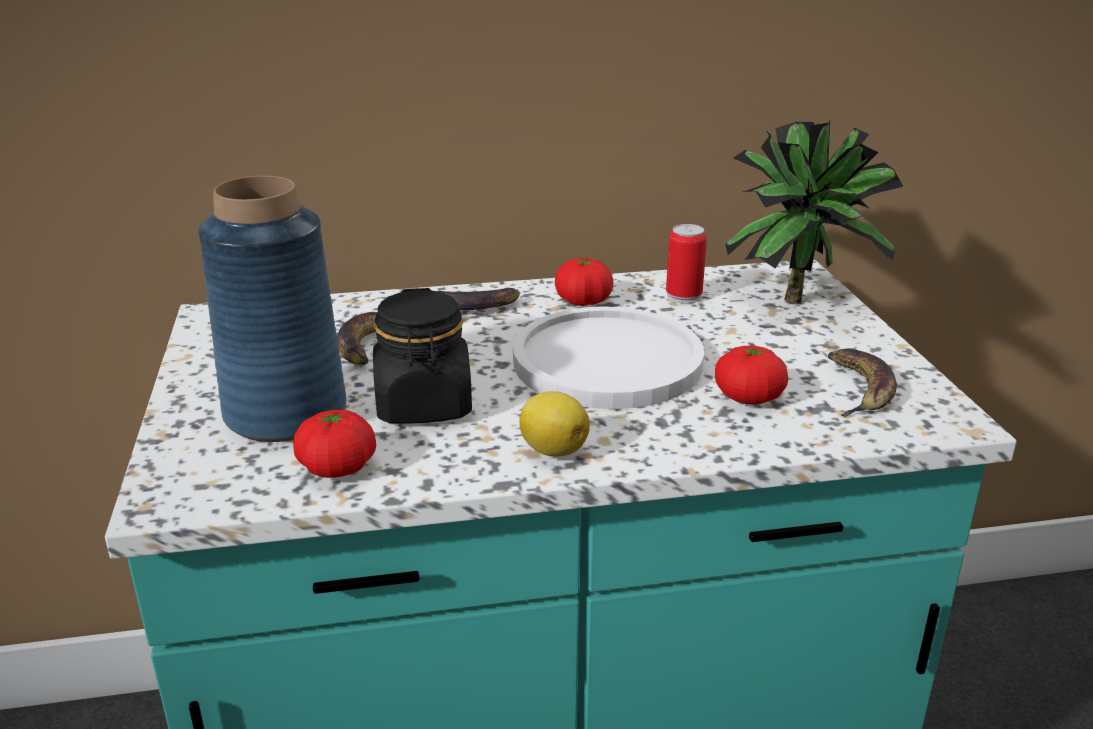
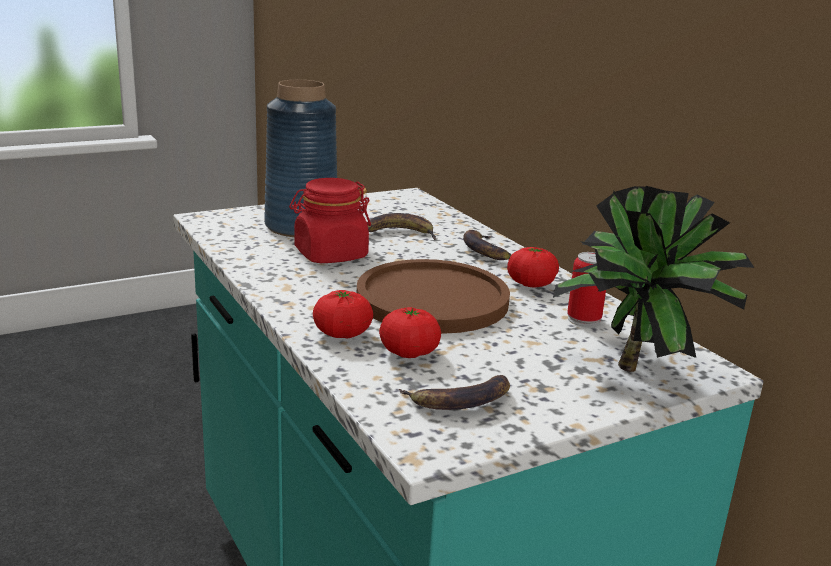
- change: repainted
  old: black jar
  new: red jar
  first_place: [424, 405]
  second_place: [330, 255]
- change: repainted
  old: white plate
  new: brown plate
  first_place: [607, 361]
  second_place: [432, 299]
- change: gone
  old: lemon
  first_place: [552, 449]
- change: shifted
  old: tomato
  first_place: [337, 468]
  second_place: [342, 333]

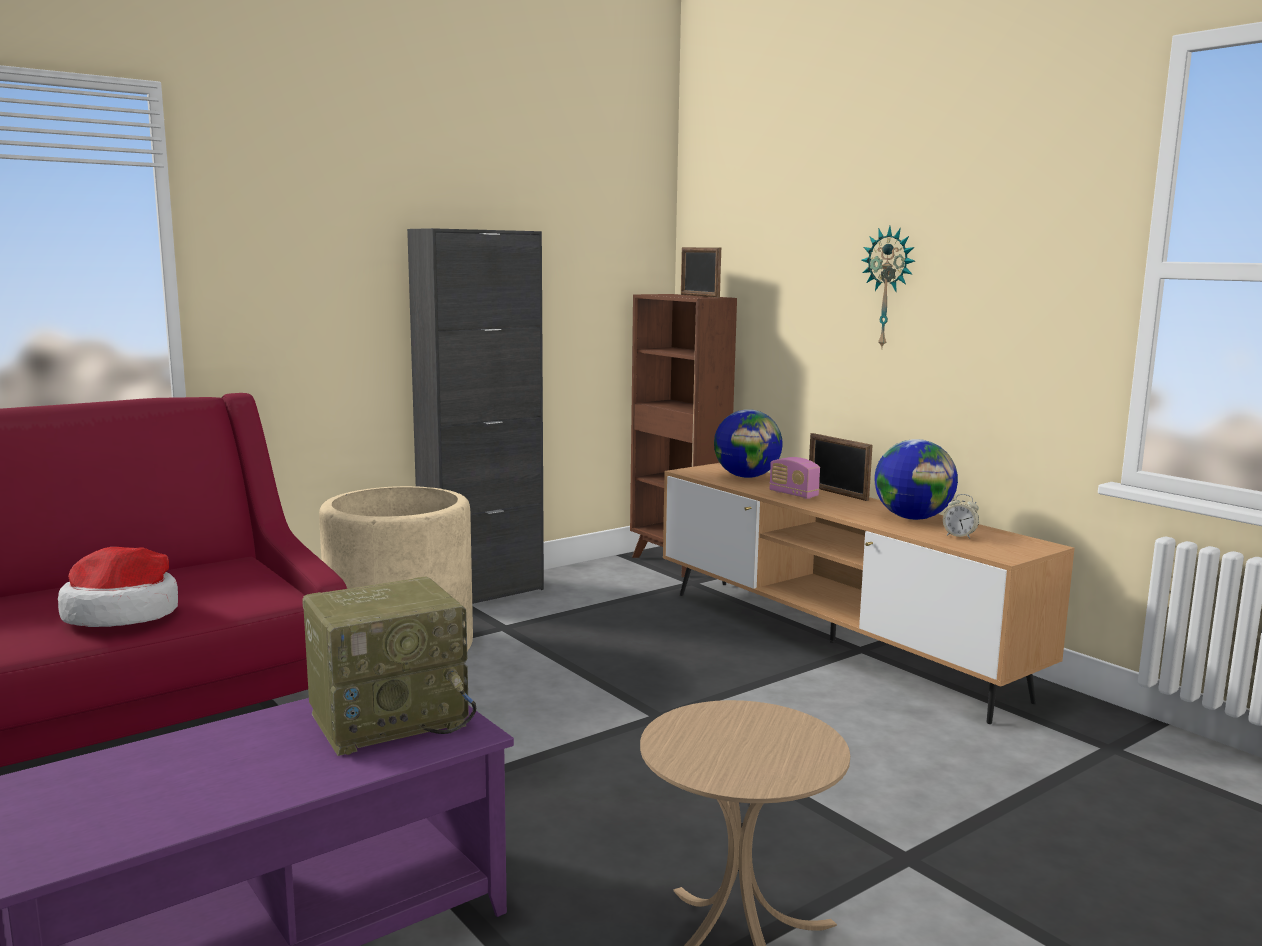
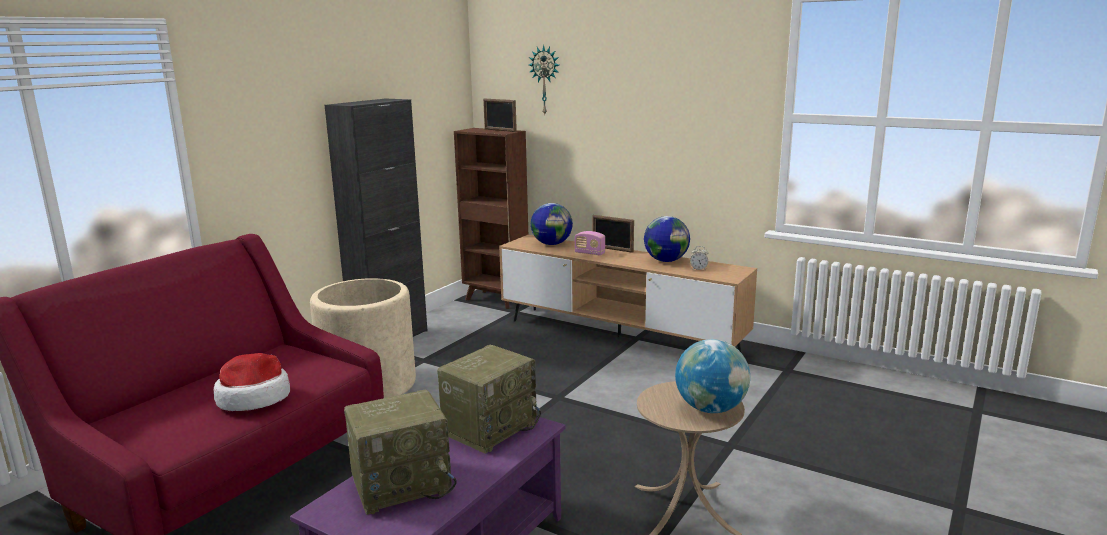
- change: shifted
  old: wall clock
  first_place: [889, 288]
  second_place: [545, 80]
- change: new
  new: globe
  second_place: [711, 409]
- change: new
  new: radio
  second_place: [402, 484]

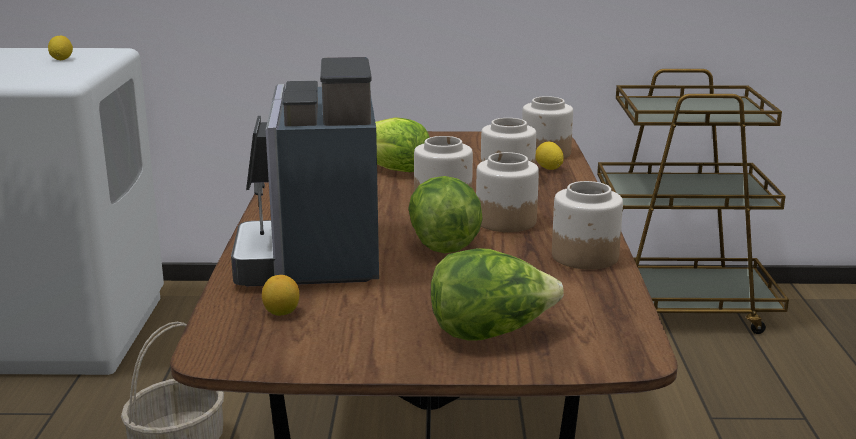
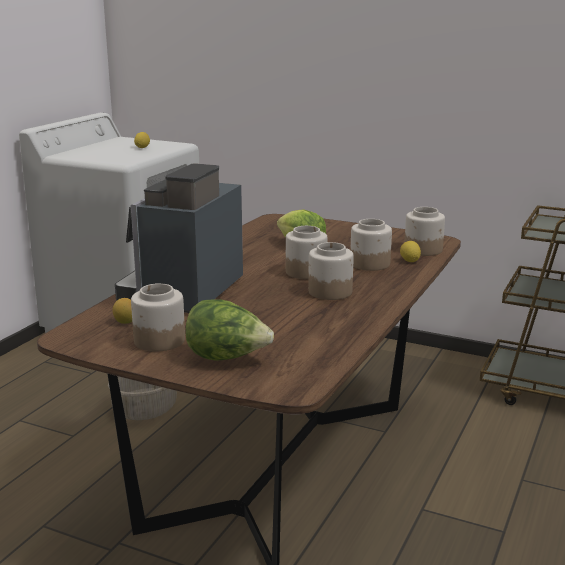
- change: gone
  old: lettuce
  first_place: [443, 243]
- change: shifted
  old: jar
  first_place: [584, 256]
  second_place: [159, 340]

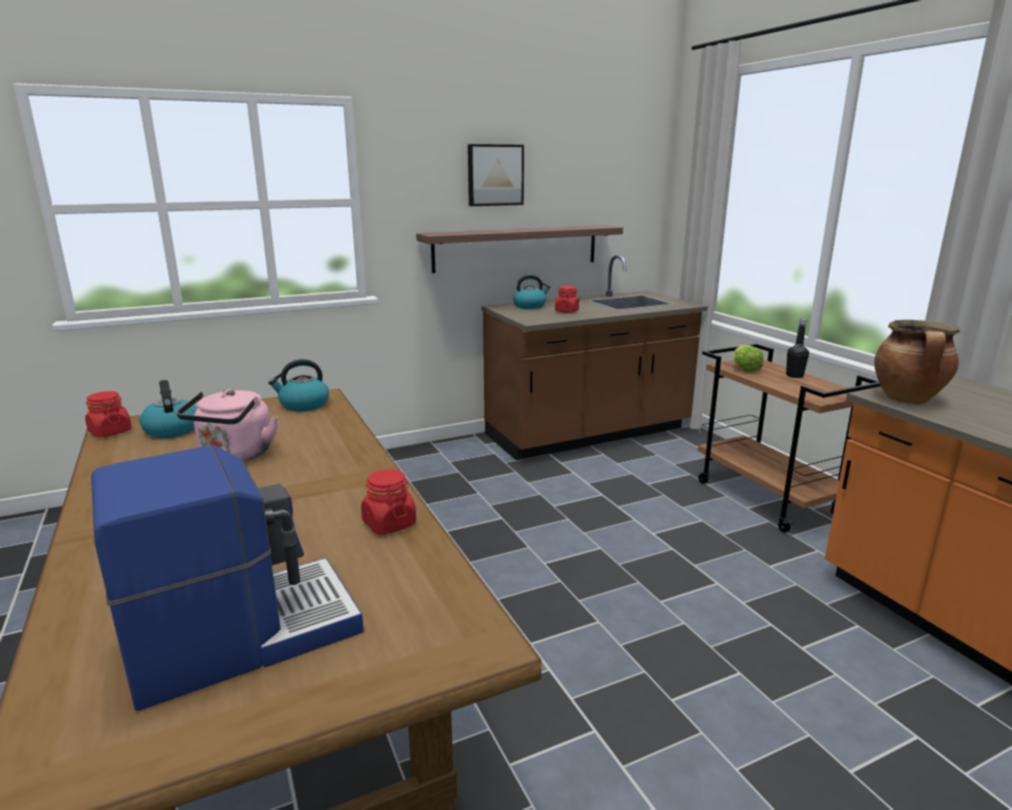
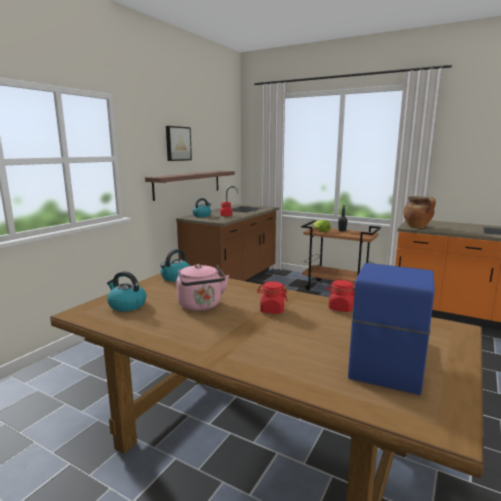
- change: shifted
  old: red jar
  first_place: [110, 432]
  second_place: [272, 310]

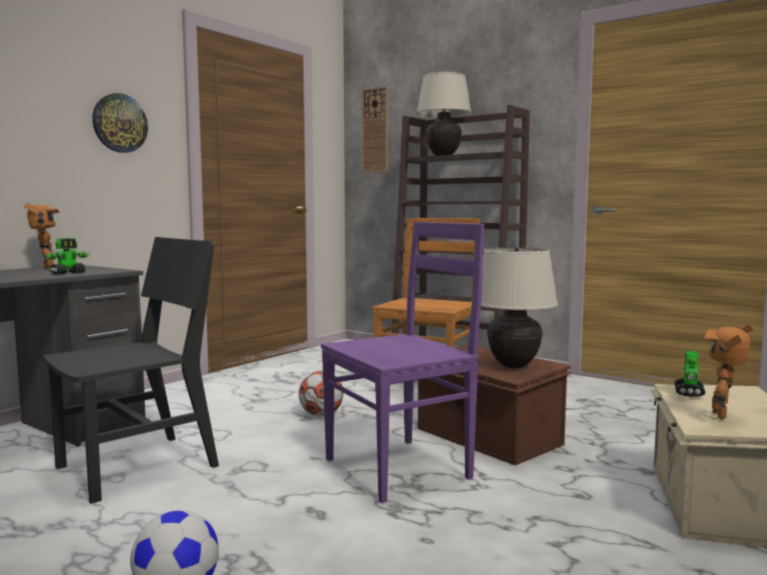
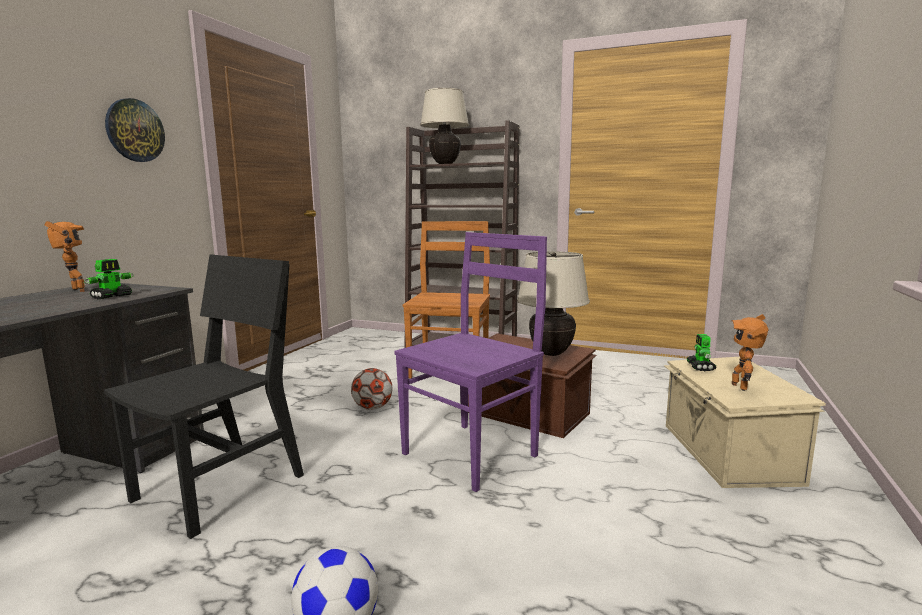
- change: gone
  old: wall clock
  first_place: [375, 130]

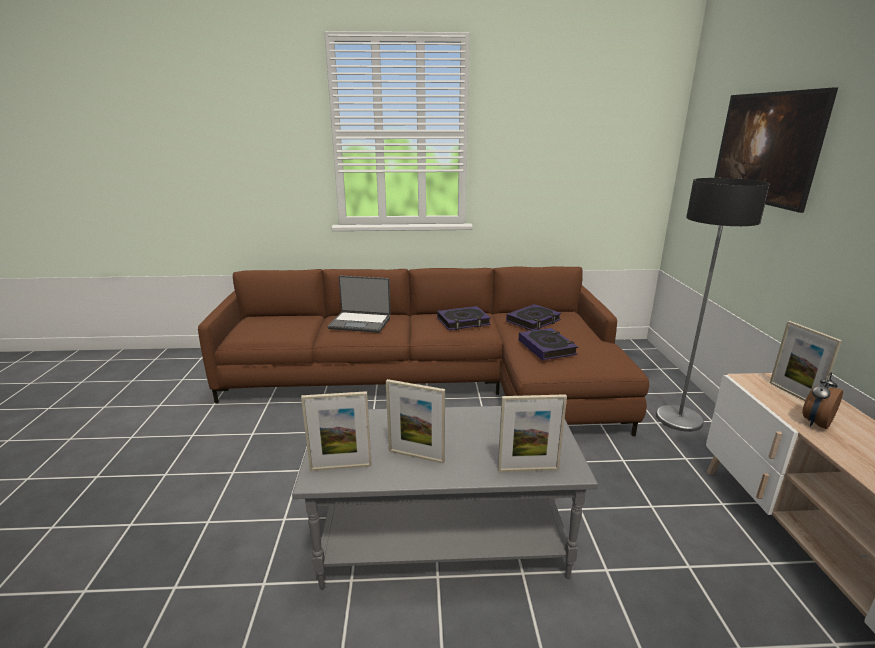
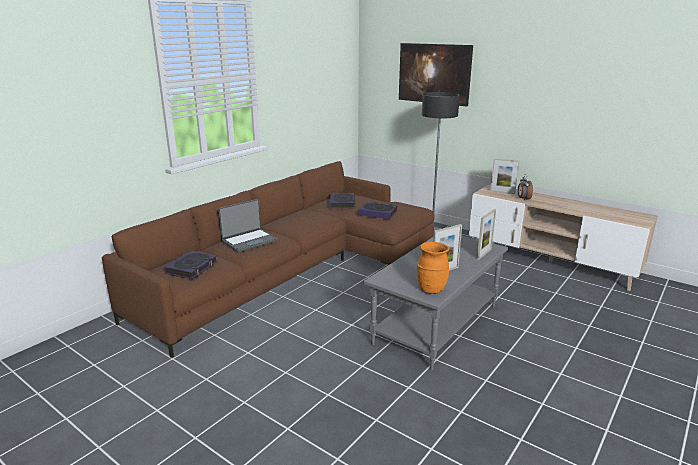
- change: shifted
  old: book
  first_place: [463, 322]
  second_place: [192, 268]
- change: swapped
  old: picture frame
  new: orange vase
  first_place: [341, 467]
  second_place: [431, 289]

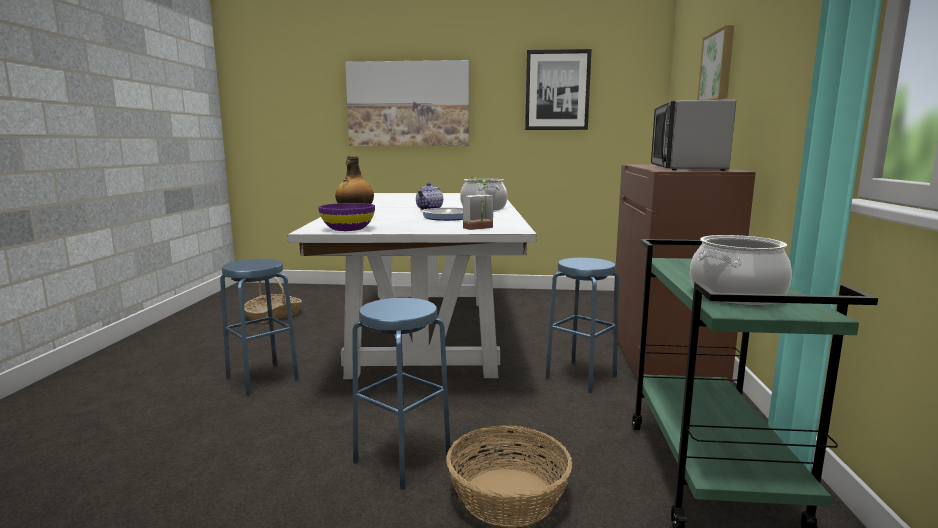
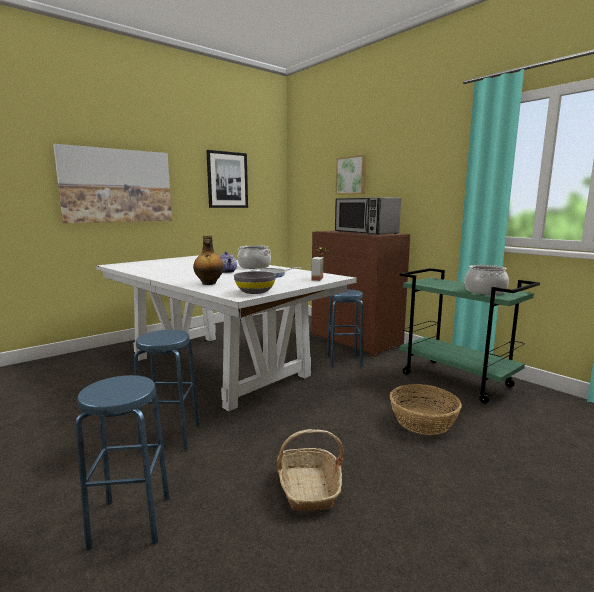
- change: repainted
  old: purple bowl
  new: grey bowl
  first_place: [347, 229]
  second_place: [255, 291]
- change: shifted
  old: basket
  first_place: [273, 315]
  second_place: [308, 488]
- change: shifted
  old: blue stool
  first_place: [402, 459]
  second_place: [130, 521]

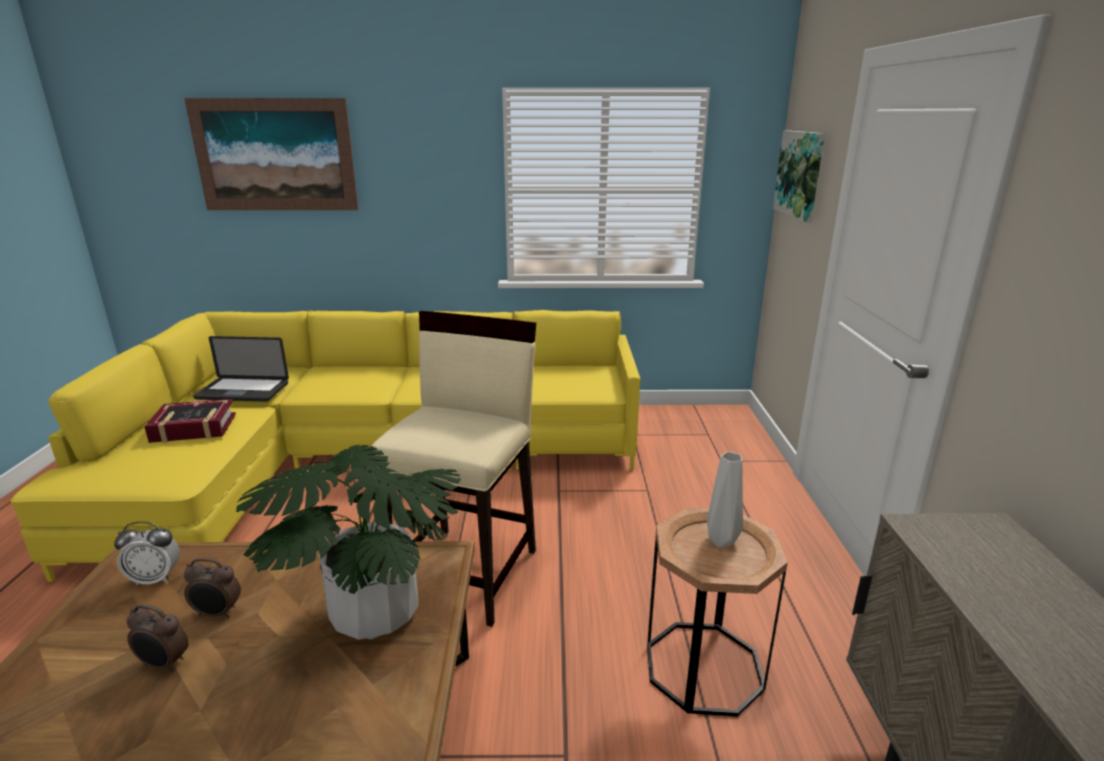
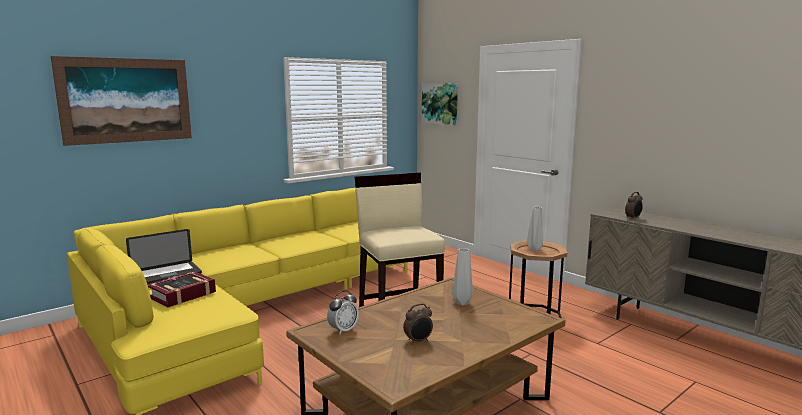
- change: swapped
  old: potted plant
  new: grey vase
  first_place: [376, 613]
  second_place: [463, 303]
- change: shifted
  old: alarm clock
  first_place: [218, 613]
  second_place: [633, 218]

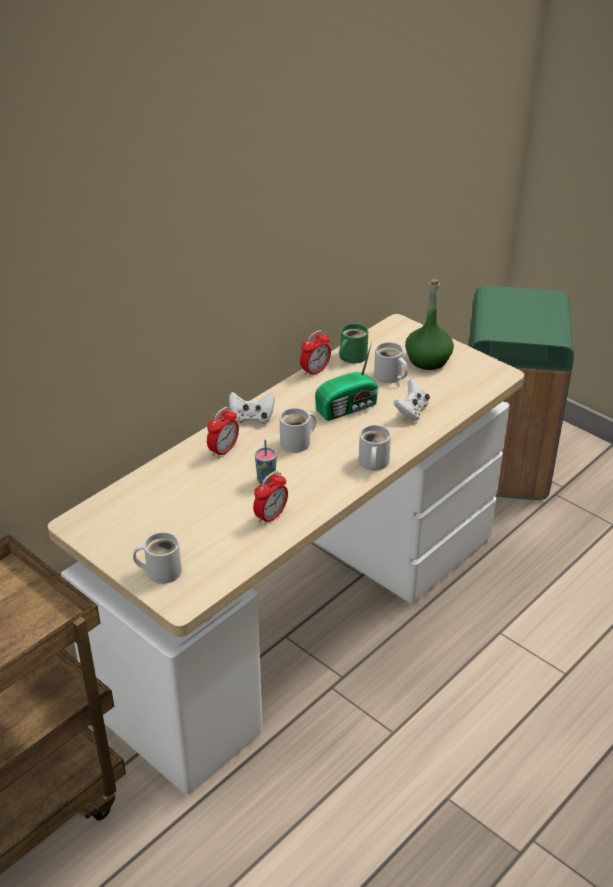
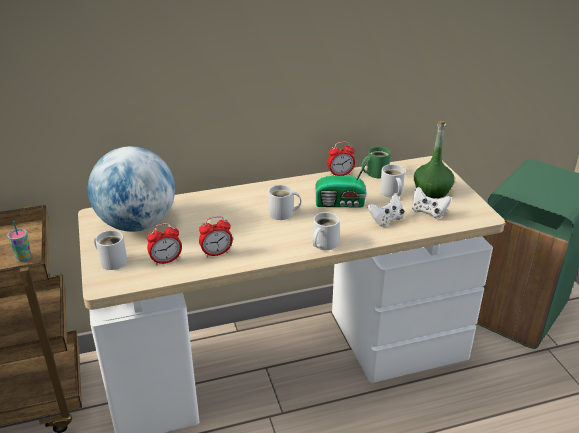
- change: shifted
  old: white game controller
  first_place: [251, 418]
  second_place: [428, 212]
- change: shifted
  old: alarm clock
  first_place: [223, 450]
  second_place: [166, 261]
- change: shifted
  old: cup
  first_place: [266, 481]
  second_place: [23, 257]
- change: new
  new: globe
  second_place: [137, 224]

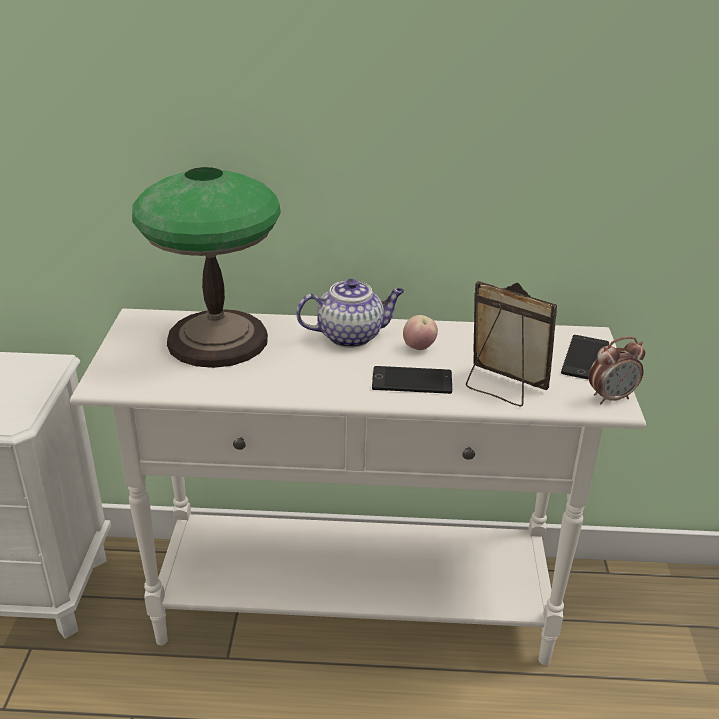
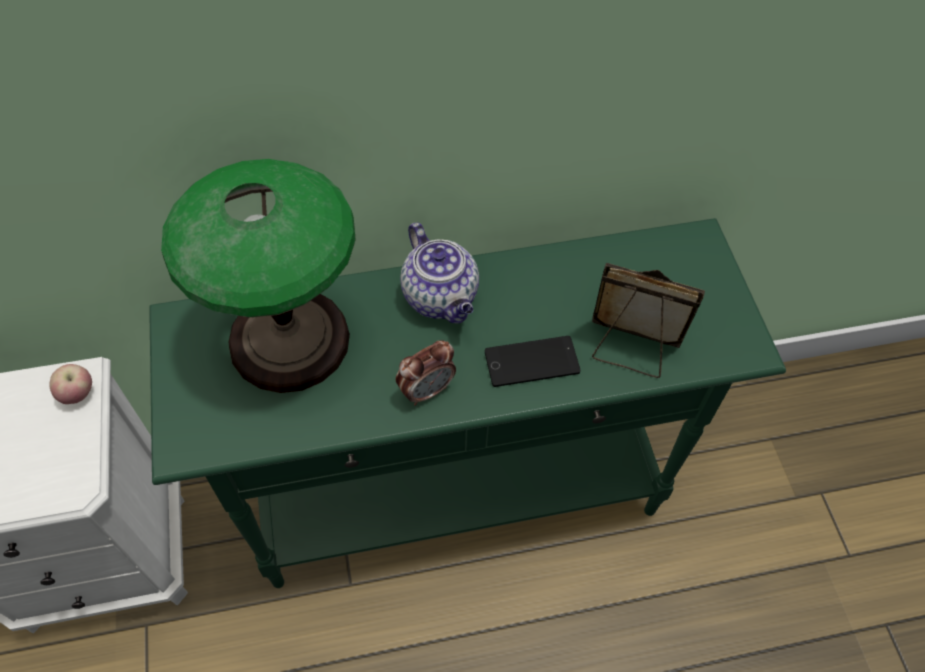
- change: rotated
  old: teapot
  first_place: [351, 336]
  second_place: [441, 298]
  degrees: 90
- change: repainted
  old: white console table
  new: green console table
  first_place: [356, 606]
  second_place: [459, 493]
- change: shifted
  old: apple
  first_place: [419, 348]
  second_place: [78, 394]
- change: gone
  old: phone
  first_place: [585, 358]
- change: shifted
  old: alarm clock
  first_place: [611, 398]
  second_place: [427, 390]

